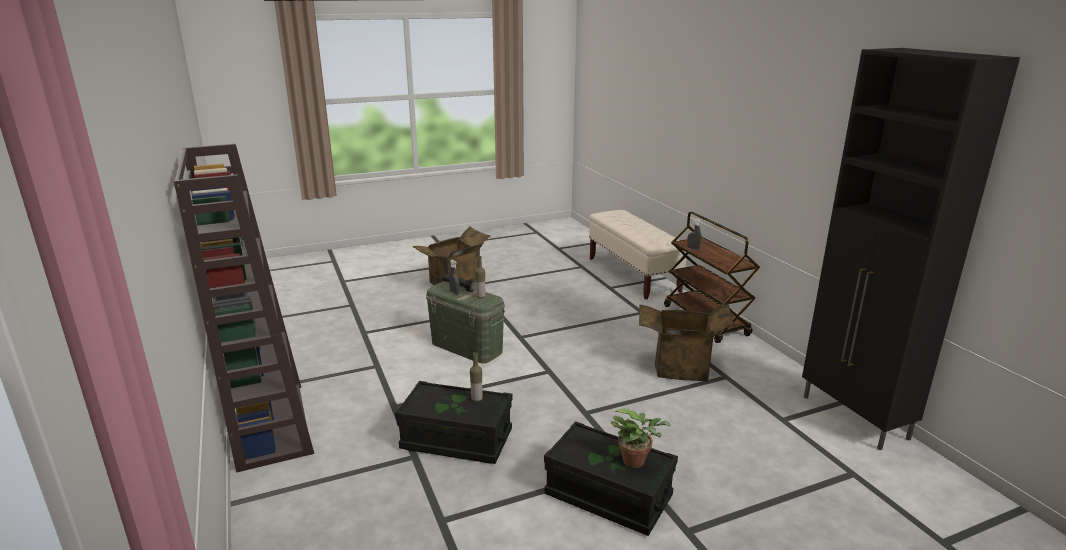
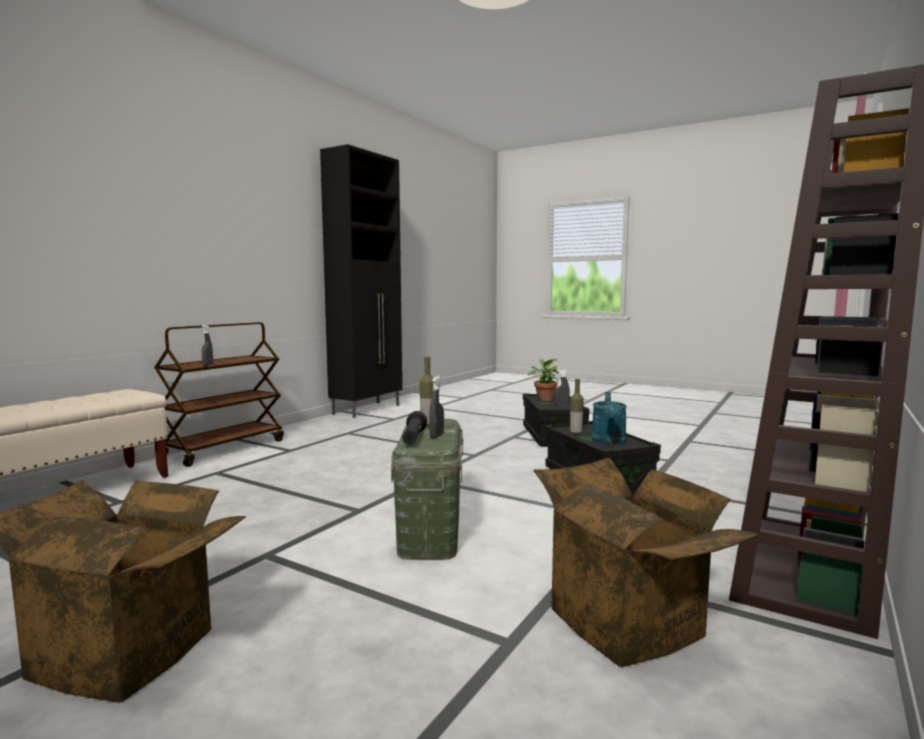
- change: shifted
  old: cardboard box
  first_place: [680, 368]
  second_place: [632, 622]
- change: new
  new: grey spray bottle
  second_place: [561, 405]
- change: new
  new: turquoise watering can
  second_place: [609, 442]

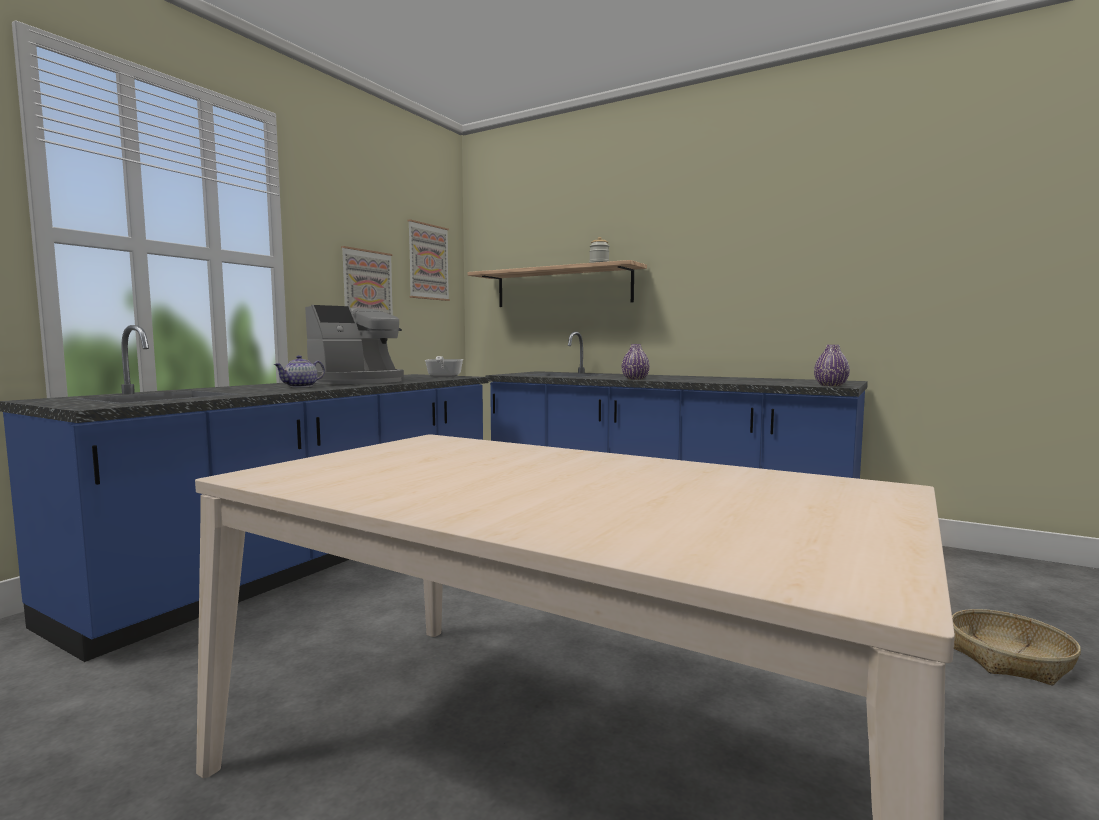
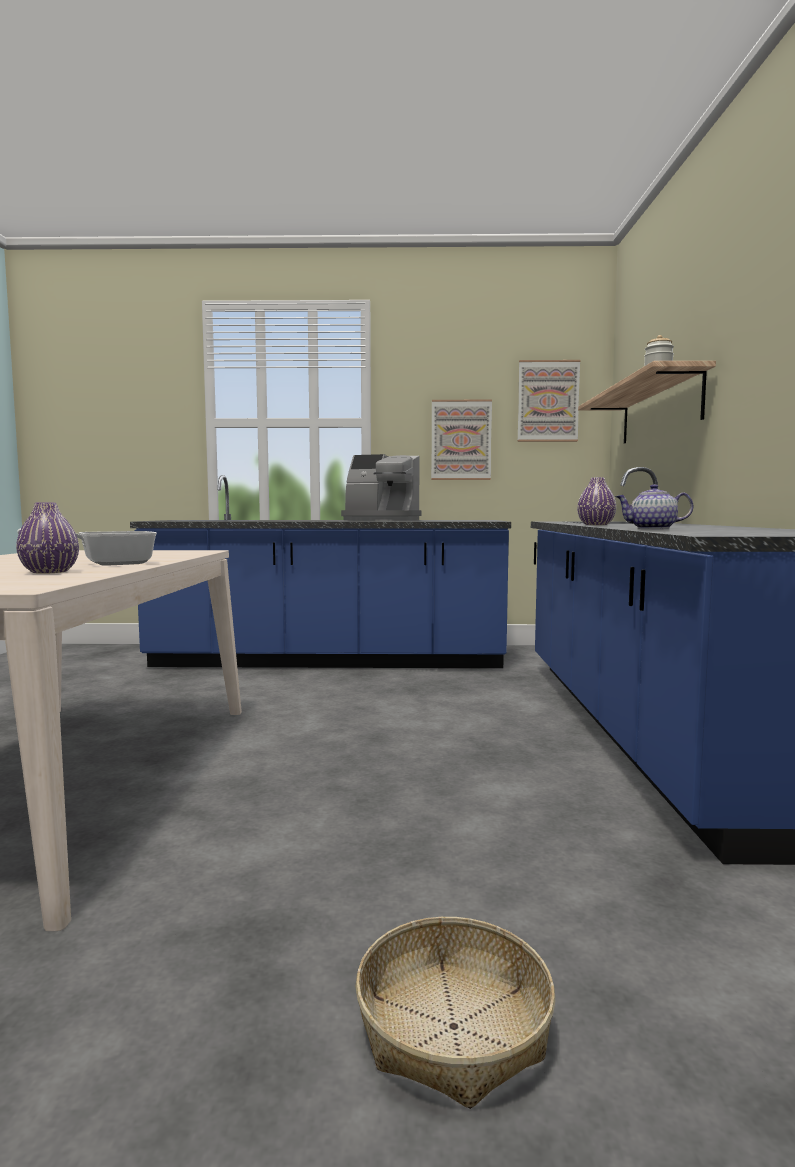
- change: shifted
  old: purple vase
  first_place: [830, 385]
  second_place: [49, 572]
- change: shifted
  old: teapot
  first_place: [301, 386]
  second_place: [652, 529]
- change: shifted
  old: frying pan
  first_place: [443, 377]
  second_place: [107, 564]

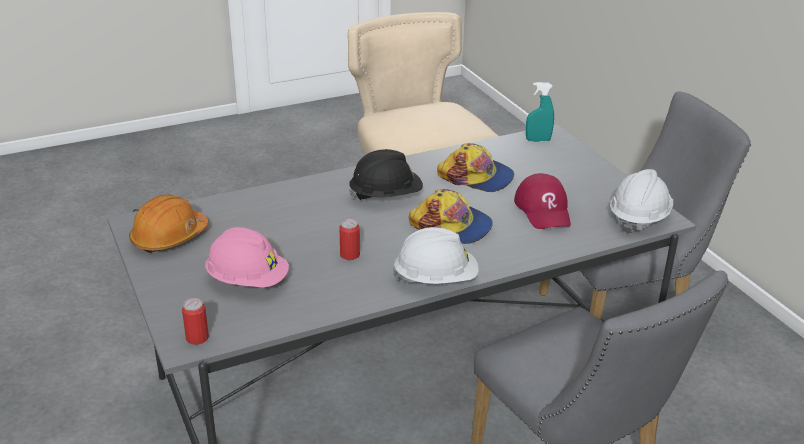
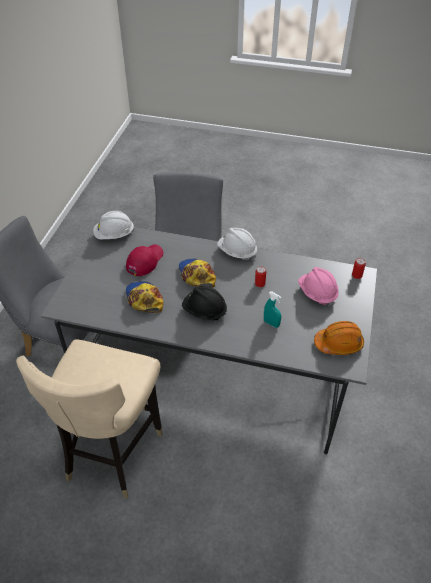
- change: shifted
  old: turquoise spray bottle
  first_place: [538, 140]
  second_place: [271, 323]

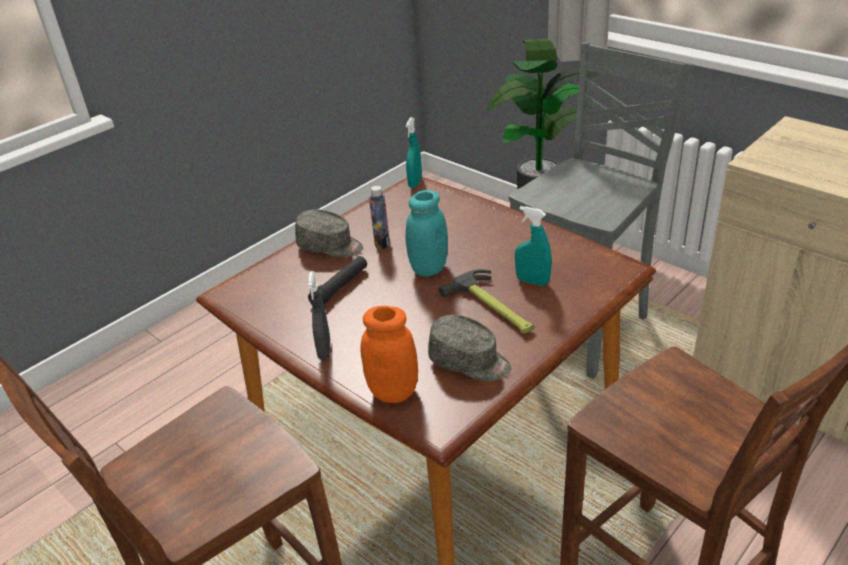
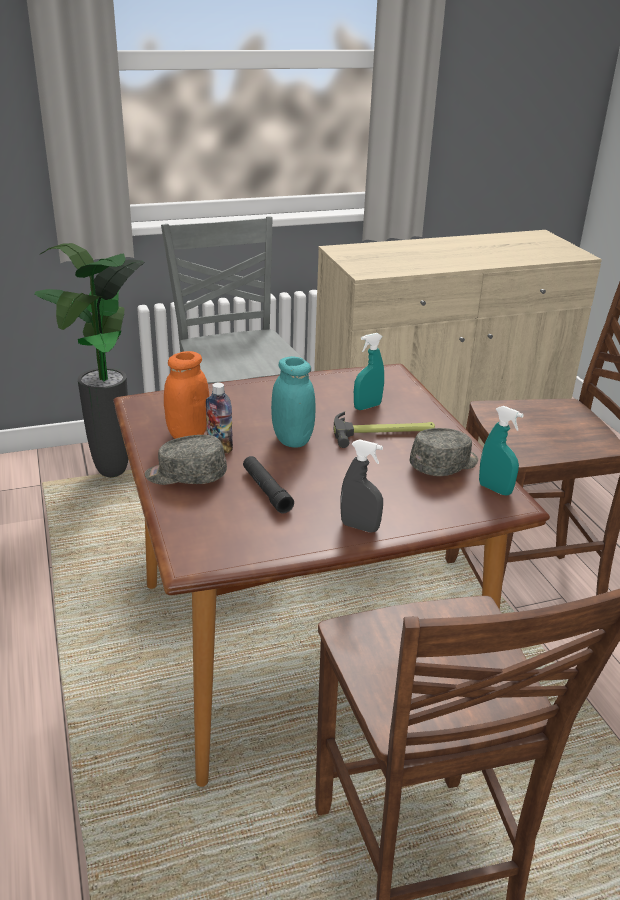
- change: shifted
  old: turquoise spray bottle
  first_place: [415, 183]
  second_place: [495, 489]
- change: rotated
  old: grey cap
  first_place: [330, 246]
  second_place: [185, 475]
  degrees: -135
- change: shifted
  old: orange jar
  first_place: [393, 392]
  second_place: [188, 434]

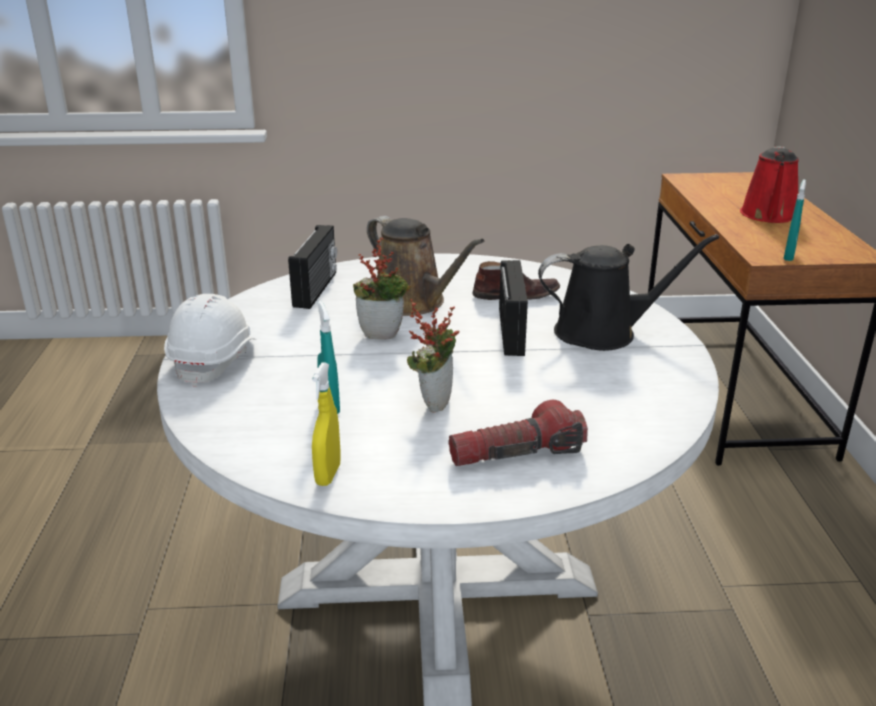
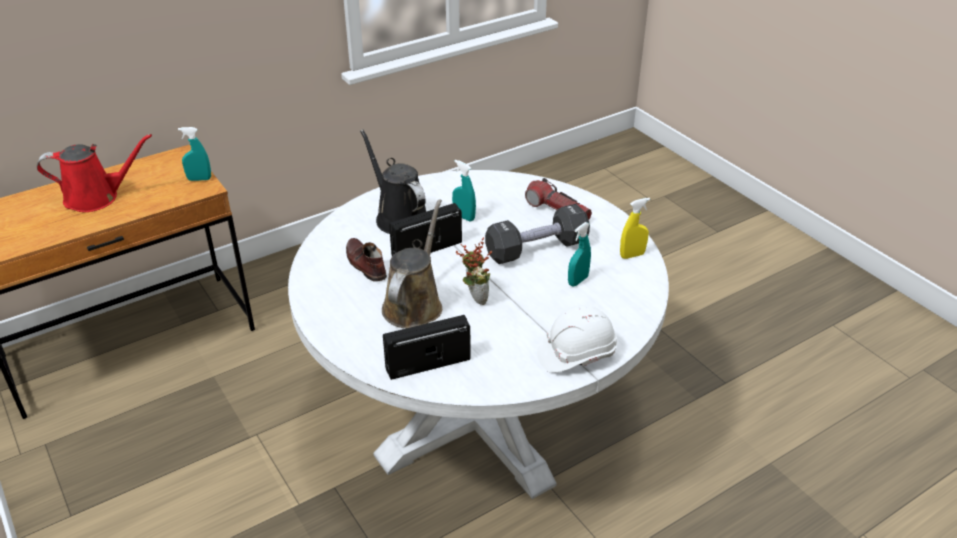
- change: swapped
  old: potted plant
  new: black dumbbell
  first_place: [433, 401]
  second_place: [537, 249]
- change: new
  new: turquoise spray bottle
  second_place: [464, 217]

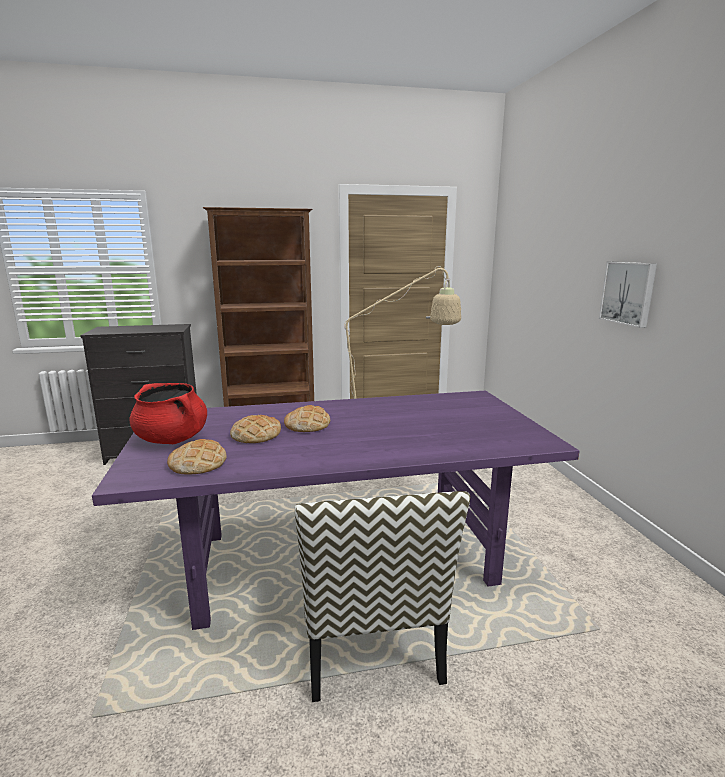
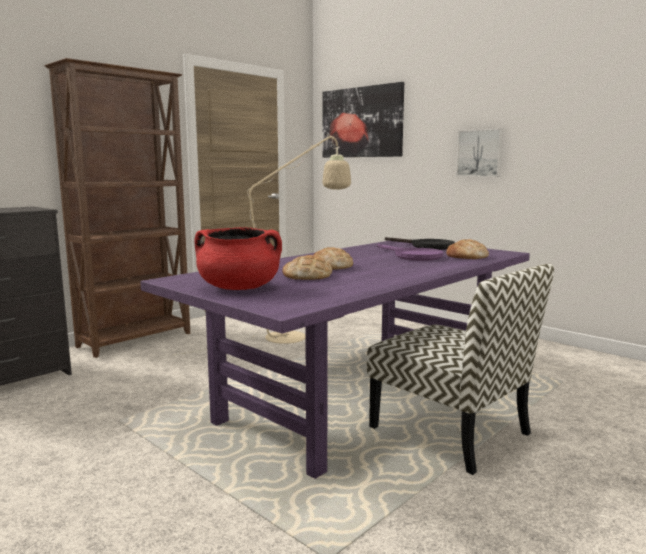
- change: shifted
  old: bread
  first_place: [198, 463]
  second_place: [466, 256]
- change: new
  new: picture
  second_place: [361, 122]
- change: new
  new: black frying pan
  second_place: [426, 246]
- change: new
  new: purple frying pan
  second_place: [413, 256]

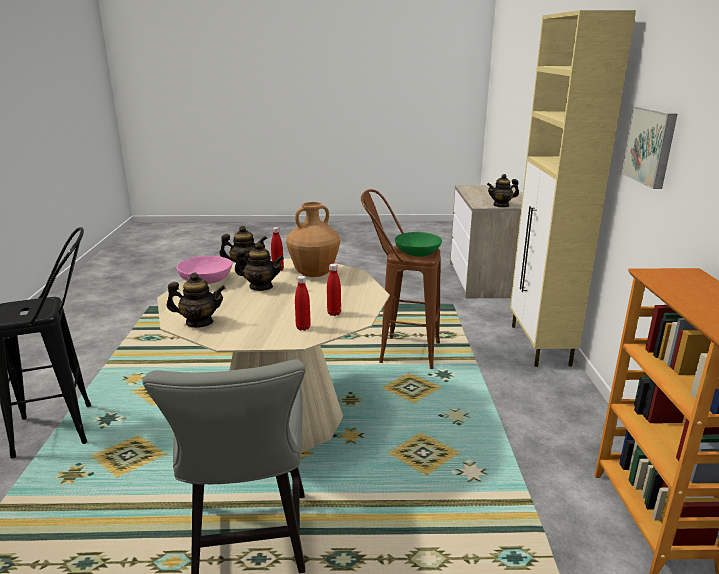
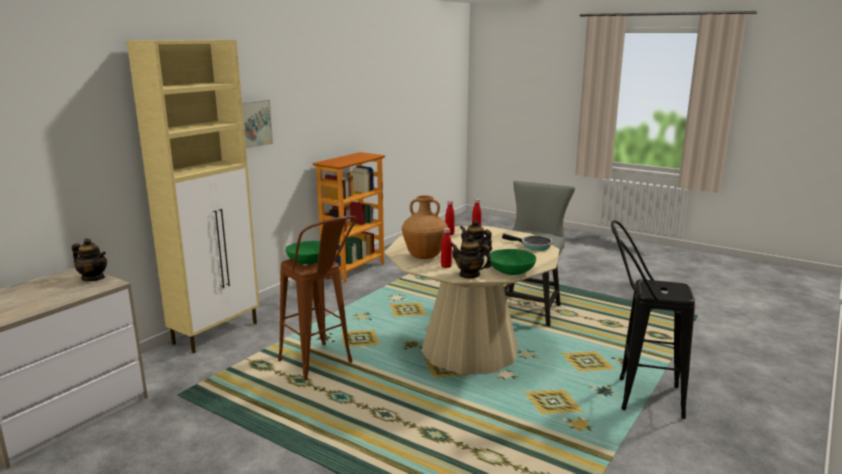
- change: repainted
  old: pink bowl
  new: green bowl
  first_place: [206, 280]
  second_place: [511, 271]
- change: swapped
  old: teapot
  new: frying pan
  first_place: [199, 322]
  second_place: [533, 246]

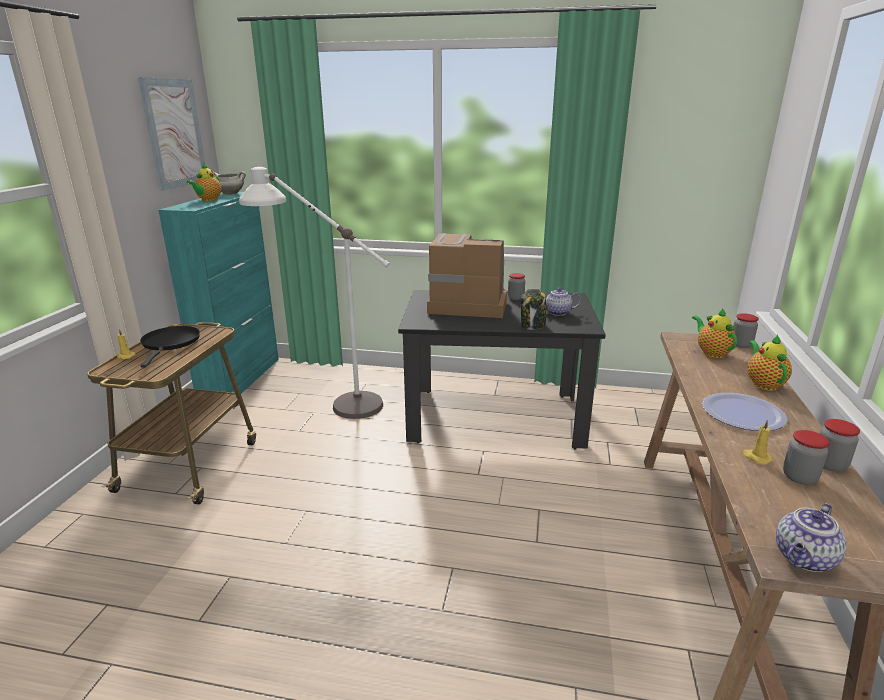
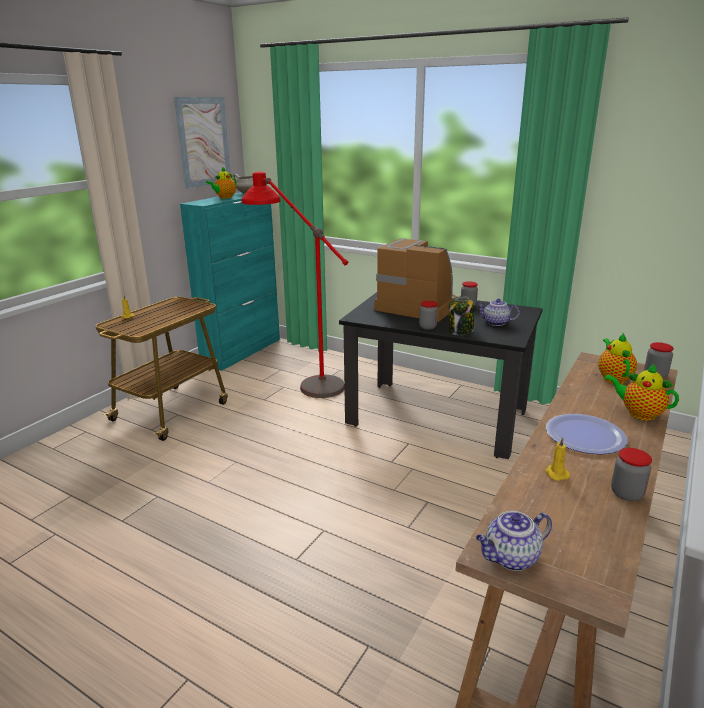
- change: repainted
  old: white floor lamp
  new: red floor lamp
  first_place: [328, 399]
  second_place: [301, 378]
- change: gone
  old: black frying pan
  first_place: [170, 343]
- change: rotated
  old: teapot
  first_place: [763, 384]
  second_place: [638, 413]
  degrees: -75
- change: shifted
  old: jar
  first_place: [799, 477]
  second_place: [427, 327]

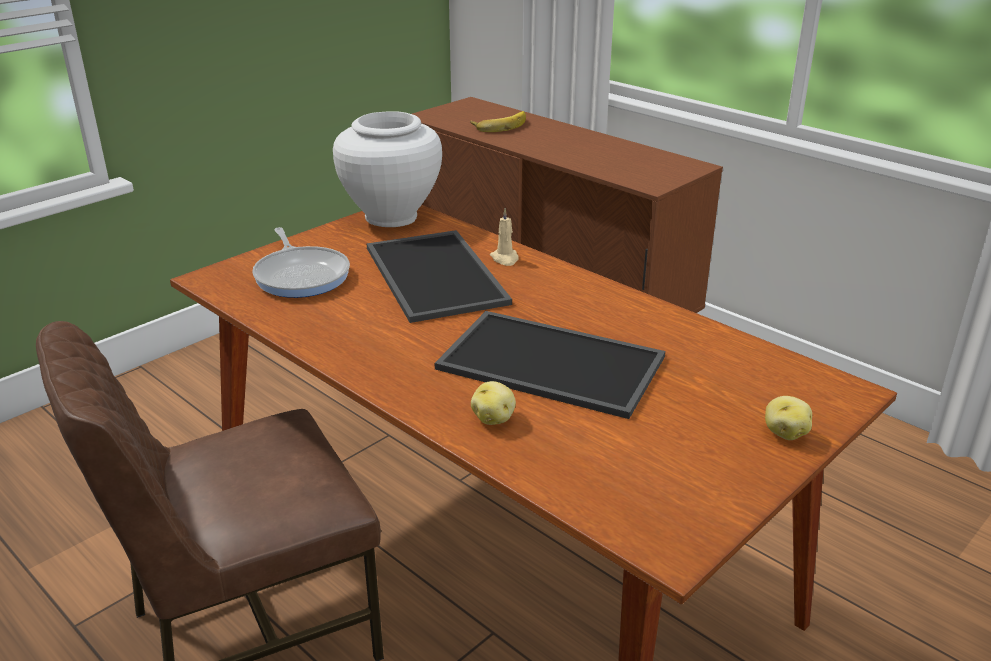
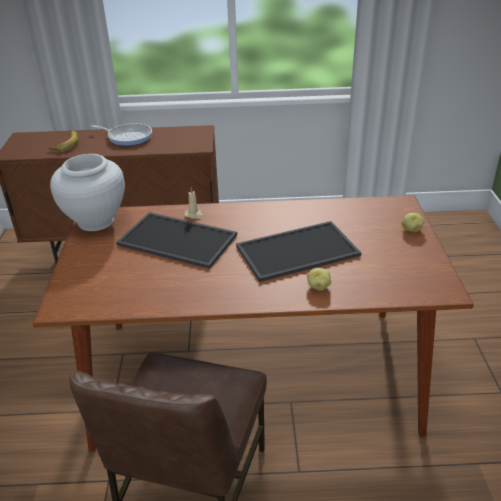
- change: shifted
  old: frying pan
  first_place: [301, 275]
  second_place: [128, 137]

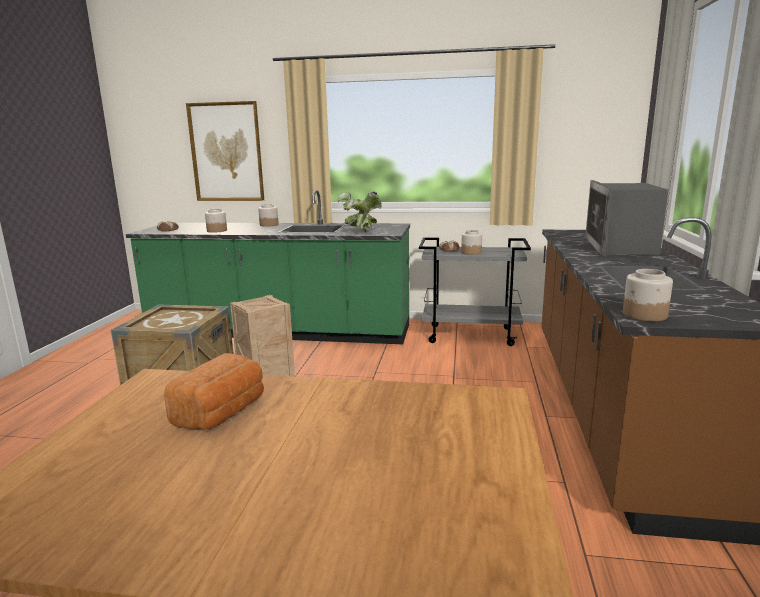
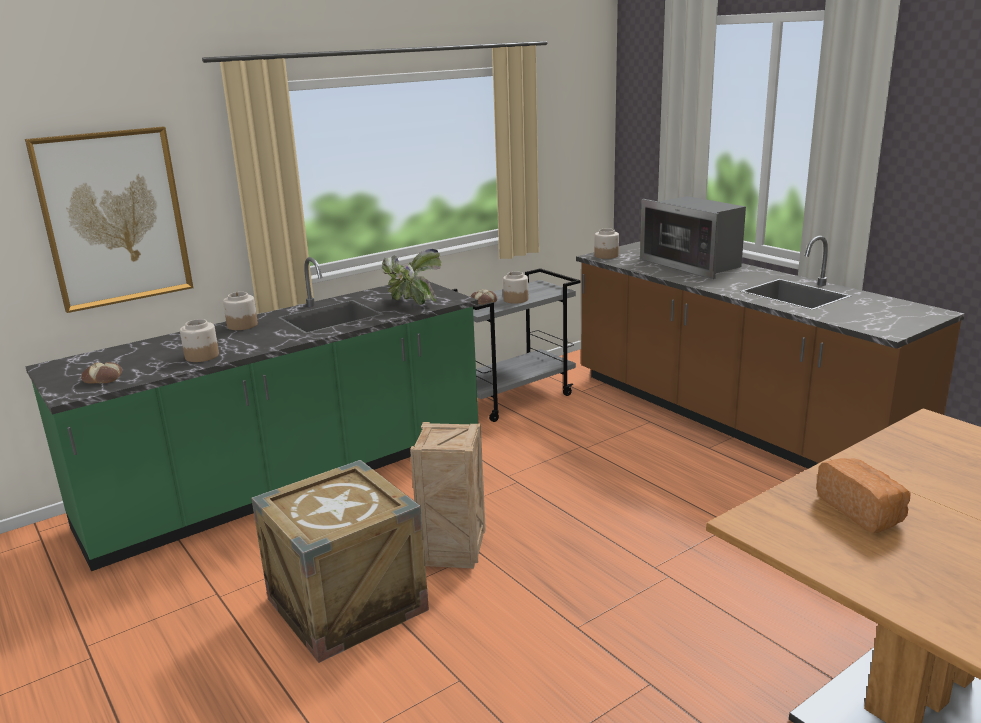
- change: shifted
  old: jar
  first_place: [644, 315]
  second_place: [606, 256]

